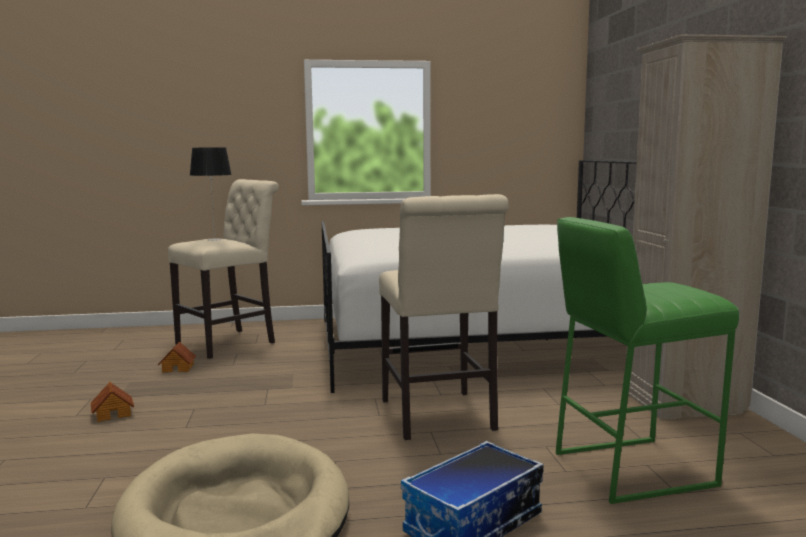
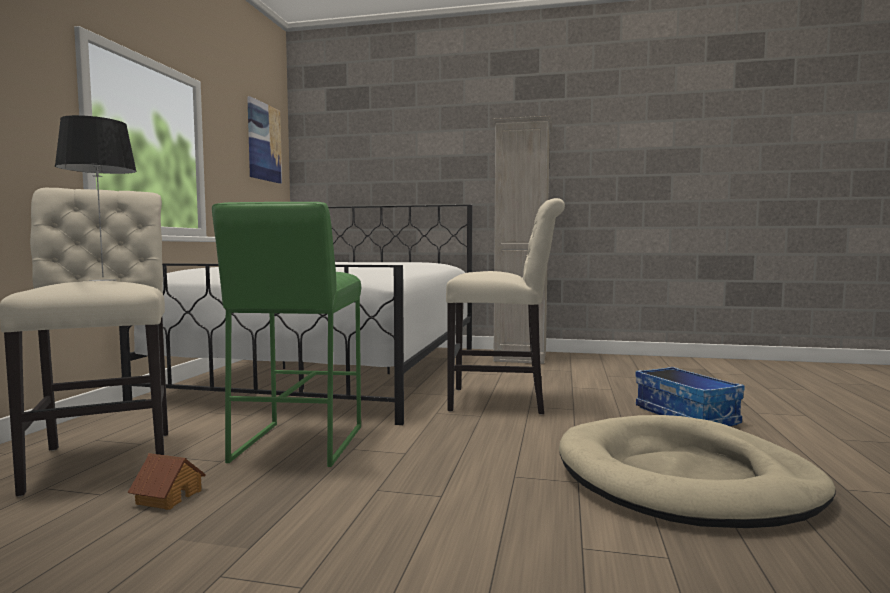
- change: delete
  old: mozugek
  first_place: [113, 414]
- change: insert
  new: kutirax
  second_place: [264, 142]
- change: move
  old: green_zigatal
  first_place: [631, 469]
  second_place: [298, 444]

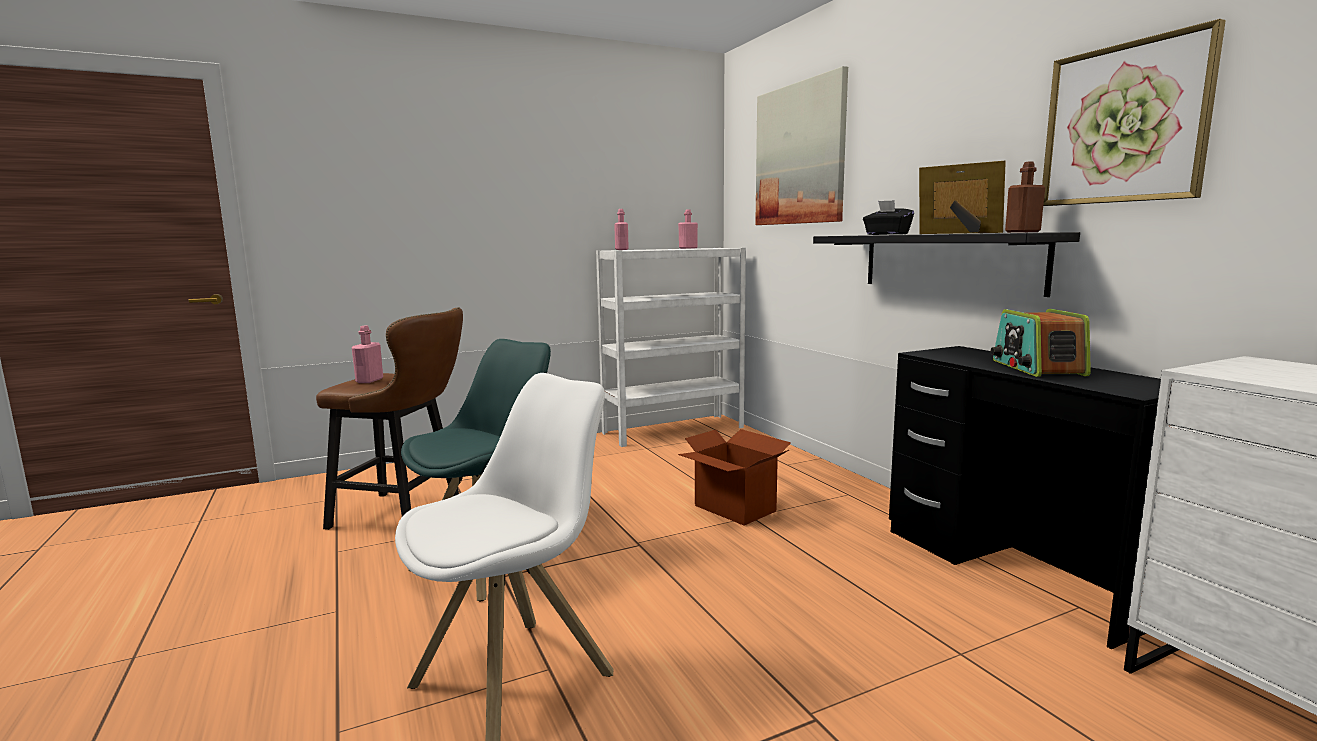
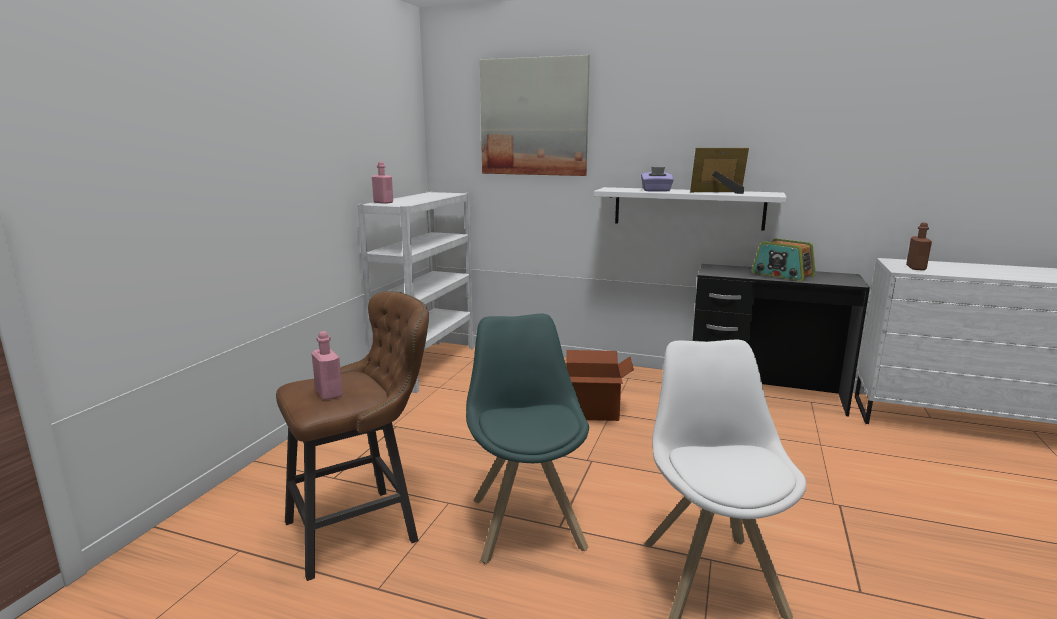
- change: delete
  old: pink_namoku
  first_place: [688, 248]
- change: delete
  old: kutirax
  first_place: [1124, 124]
- change: move
  old: brown_namoku
  first_place: [1022, 232]
  second_place: [916, 268]
- change: recolor
  old: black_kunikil
  new: white_kunikil
  first_place: [948, 262]
  second_place: [688, 208]
- change: recolor
  old: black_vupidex
  new: purple_vupidex
  first_place: [886, 234]
  second_place: [656, 190]

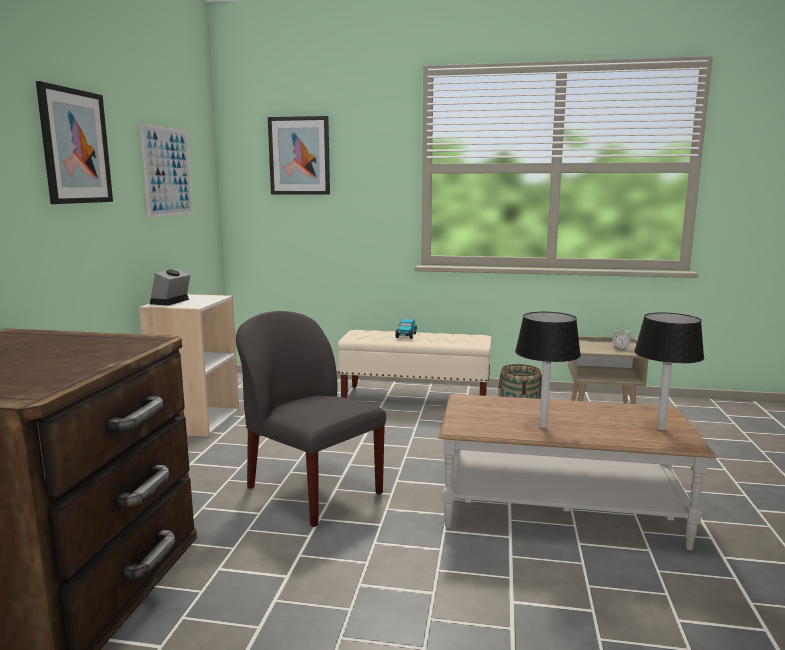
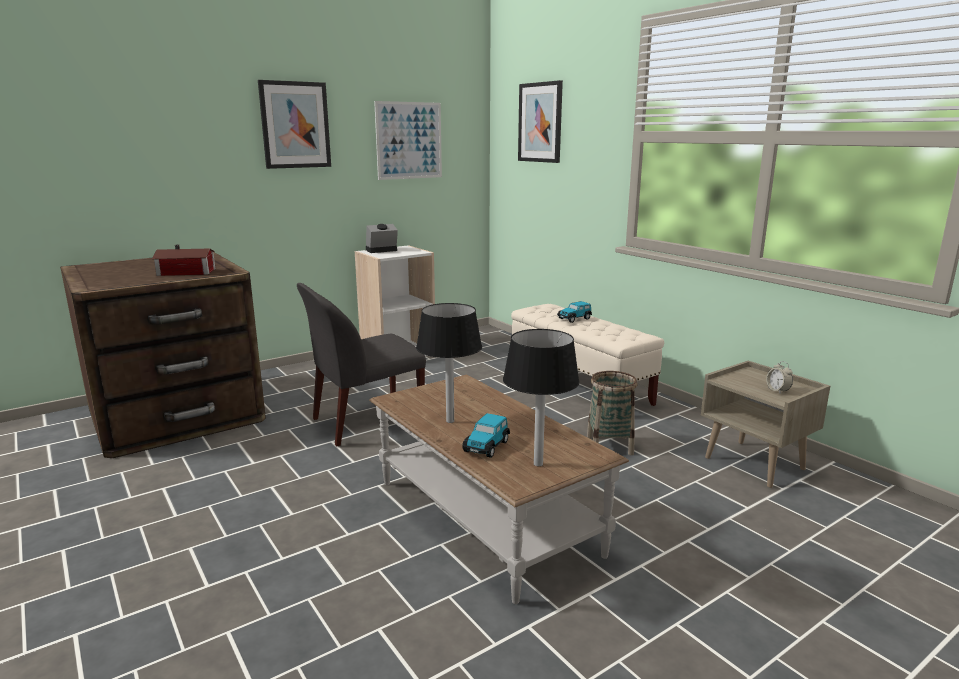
- change: insert
  new: mozugek
  second_place: [187, 272]
- change: insert
  new: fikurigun
  second_place: [486, 446]
- change: rotate
  old: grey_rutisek
  first_place: [311, 490]
  second_place: [365, 422]
  degrees: -120

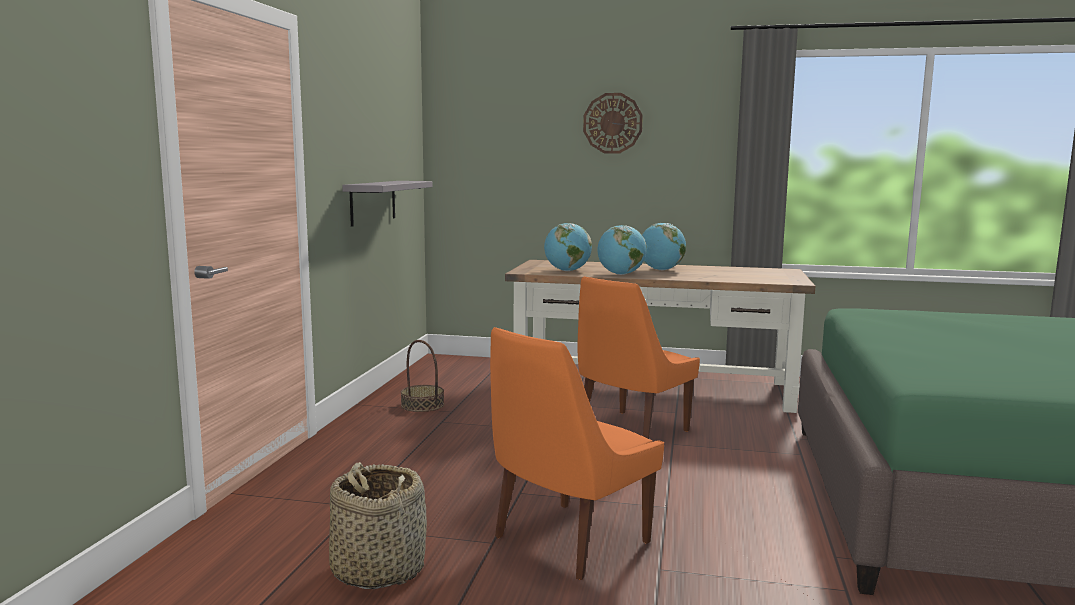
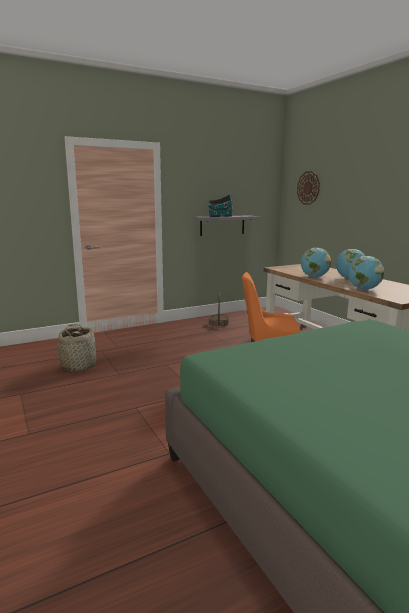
- change: delete
  old: orange_rutisek
  first_place: [567, 541]
- change: insert
  new: mozugek
  second_place: [219, 216]
- change: move
  old: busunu
  first_place: [567, 271]
  second_place: [363, 289]
- change: move
  old: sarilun
  first_place: [612, 123]
  second_place: [308, 188]

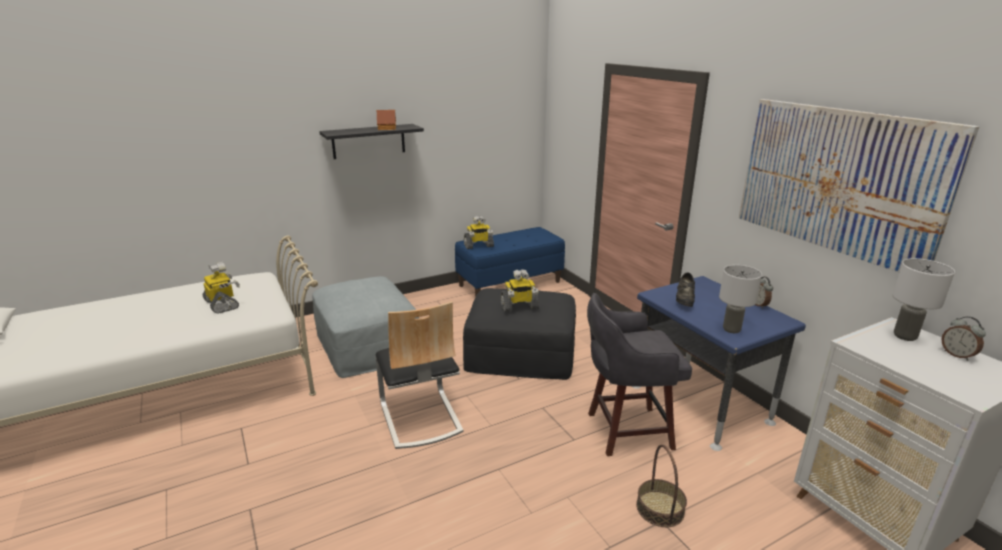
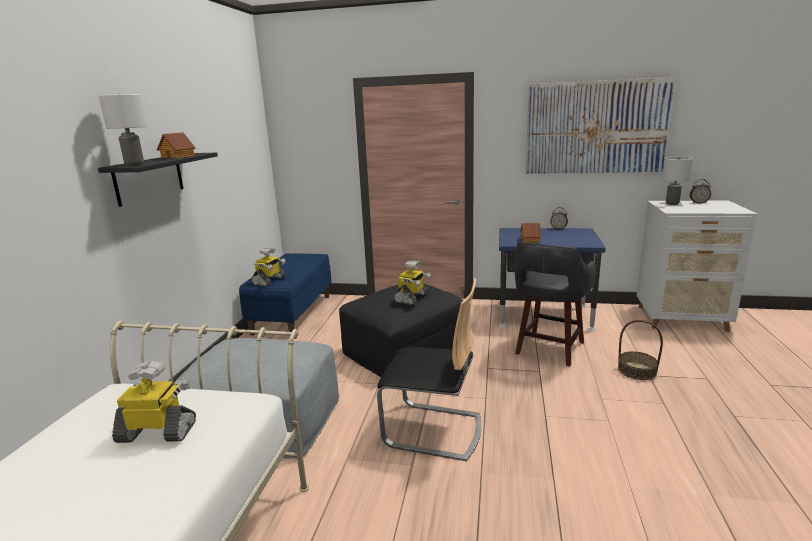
- change: move
  old: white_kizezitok
  first_place: [730, 330]
  second_place: [133, 164]
- change: replace
  old: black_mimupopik
  new: mozugek
  first_place: [684, 301]
  second_place: [529, 240]

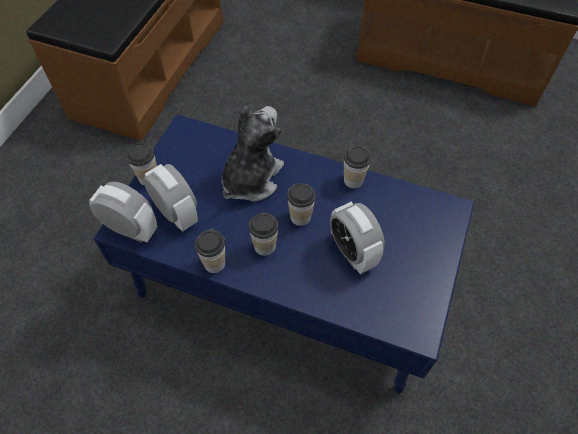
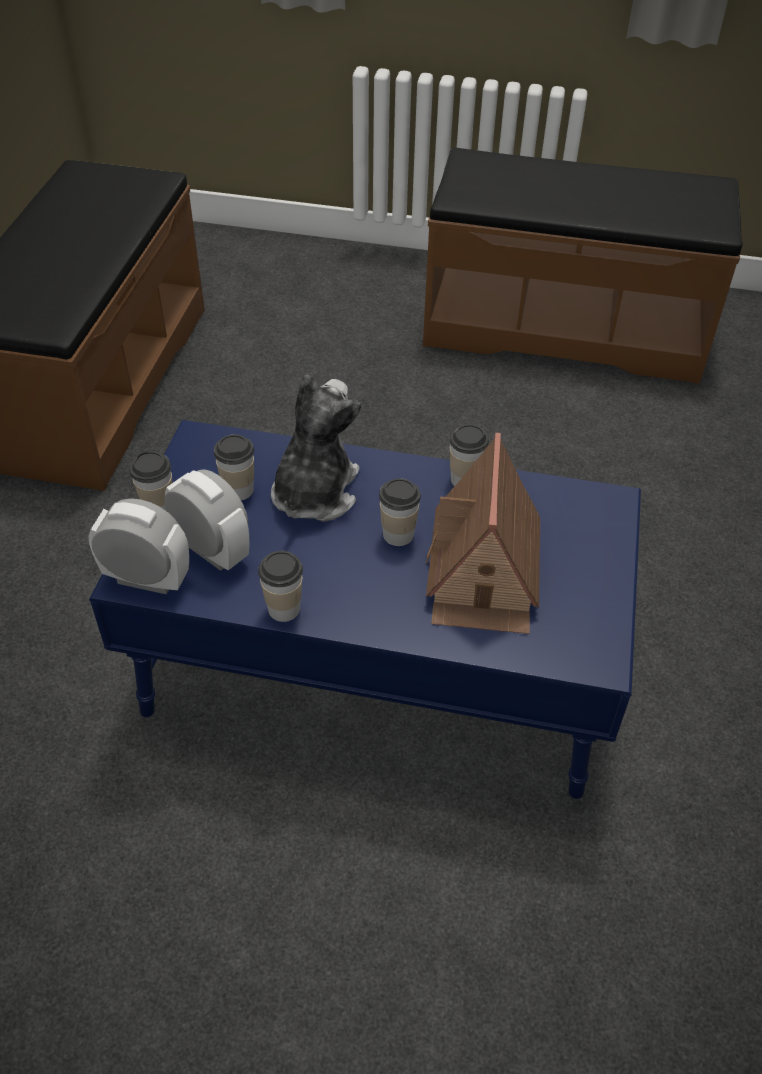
- change: move
  old: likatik
  first_place: [265, 246]
  second_place: [238, 490]
- change: replace
  old: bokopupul
  new: mozugek
  first_place: [352, 252]
  second_place: [483, 571]

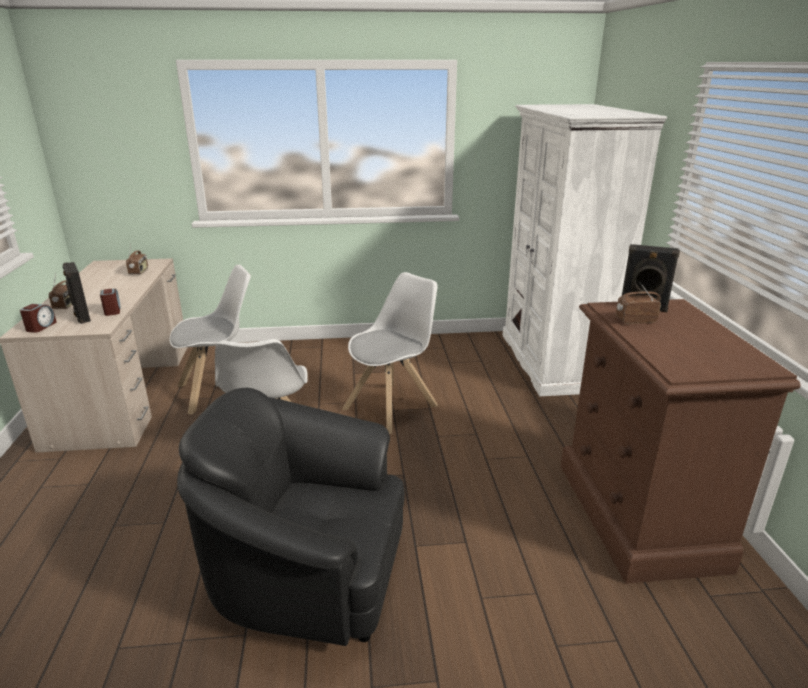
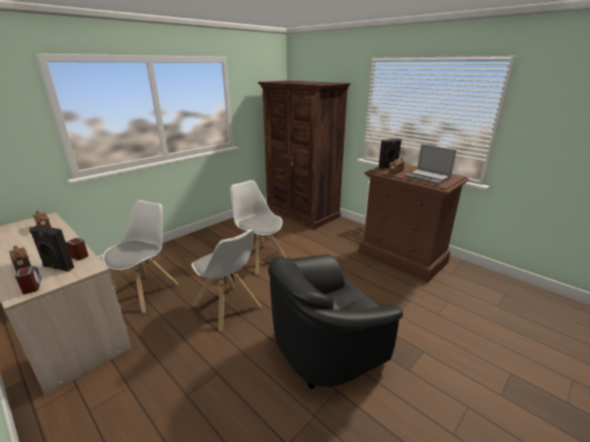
- change: insert
  new: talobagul
  second_place: [428, 177]
- change: recolor
  old: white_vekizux
  new: brown_vekizux
  first_place: [553, 361]
  second_place: [301, 212]
- change: rotate
  old: rutisek
  first_place: [392, 406]
  second_place: [259, 258]
  degrees: -45

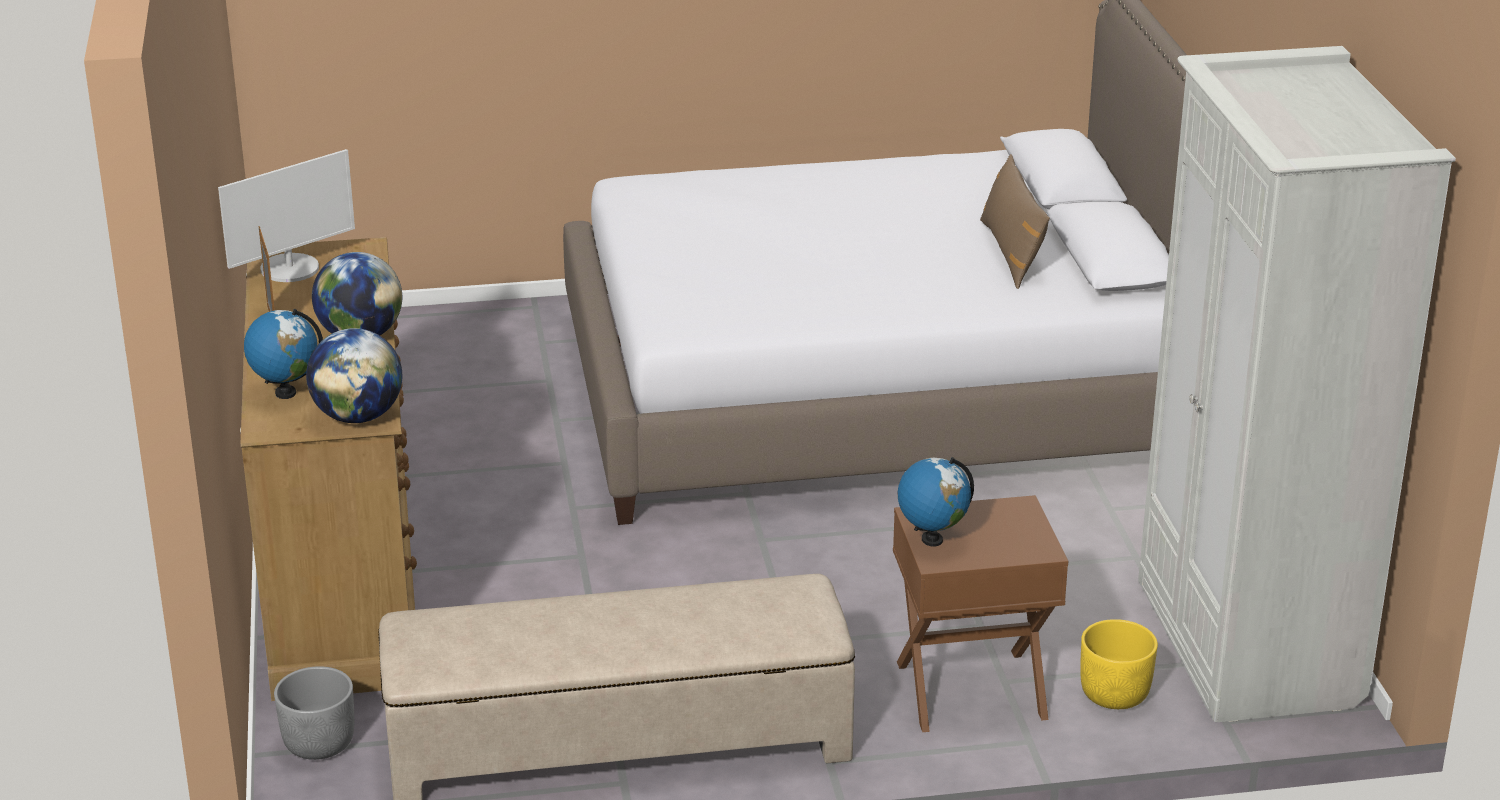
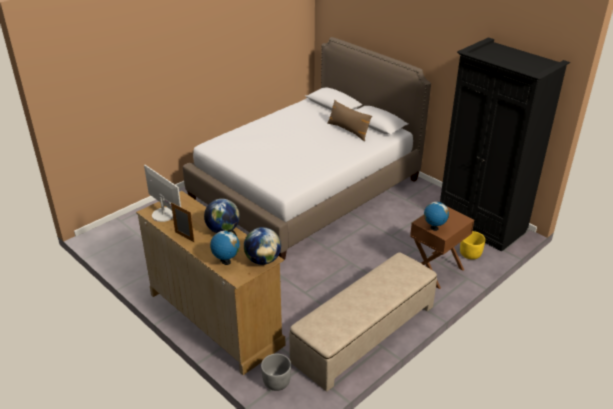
- change: recolor
  old: white_vekizux
  new: black_vekizux
  first_place: [1246, 642]
  second_place: [481, 225]
- change: rotate
  old: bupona
  first_place: [290, 269]
  second_place: [164, 214]
  degrees: -60

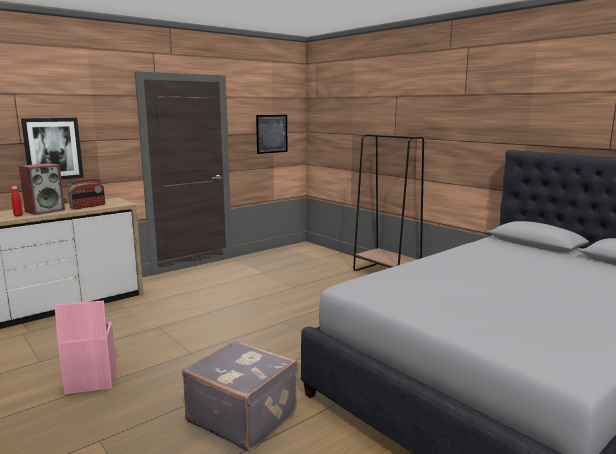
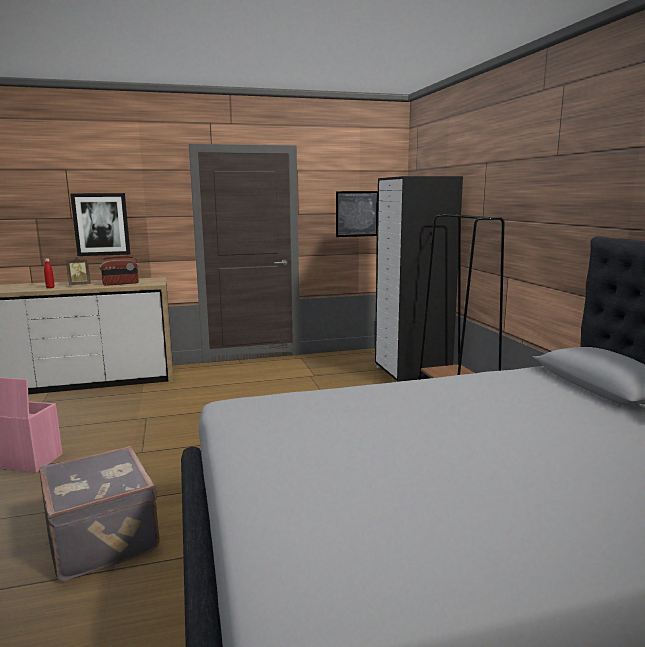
- change: insert
  new: vekizux
  second_place: [412, 374]
- change: replace
  old: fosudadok
  new: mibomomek
  first_place: [45, 211]
  second_place: [79, 285]

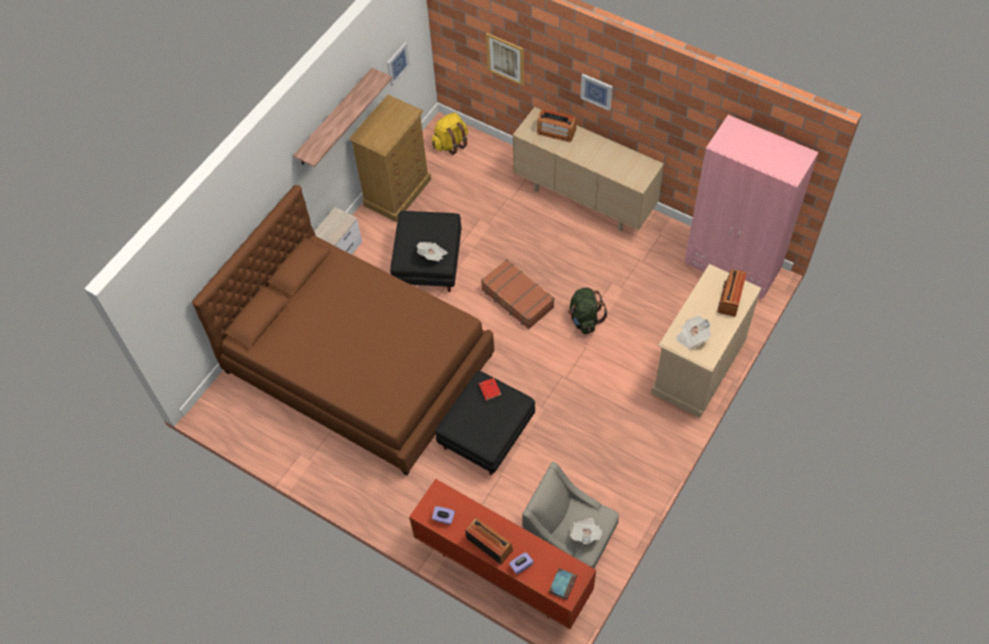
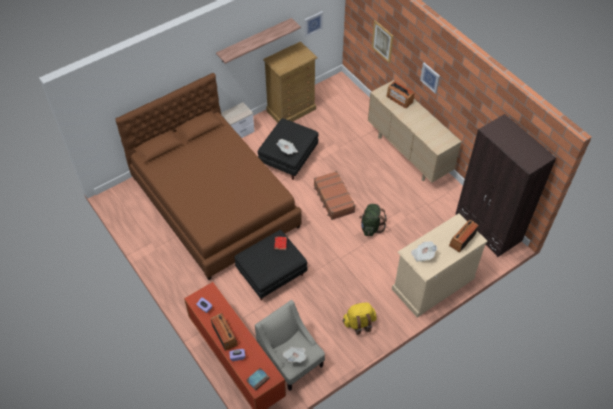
- change: move
  old: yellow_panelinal
  first_place: [451, 144]
  second_place: [359, 323]
- change: recolor
  old: pink_vekizux
  new: brown_vekizux
  first_place: [732, 268]
  second_place: [487, 230]

